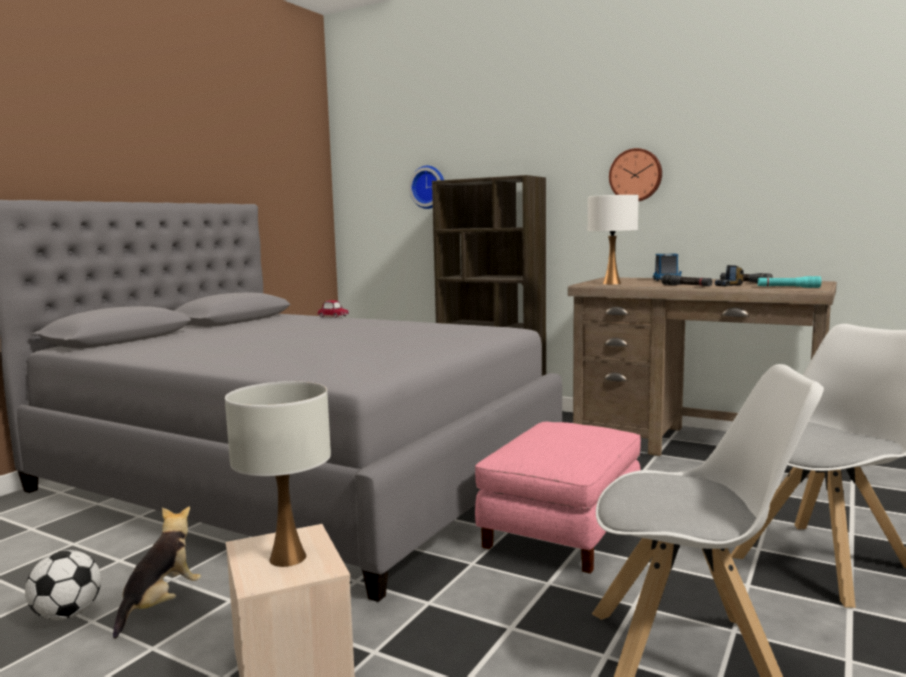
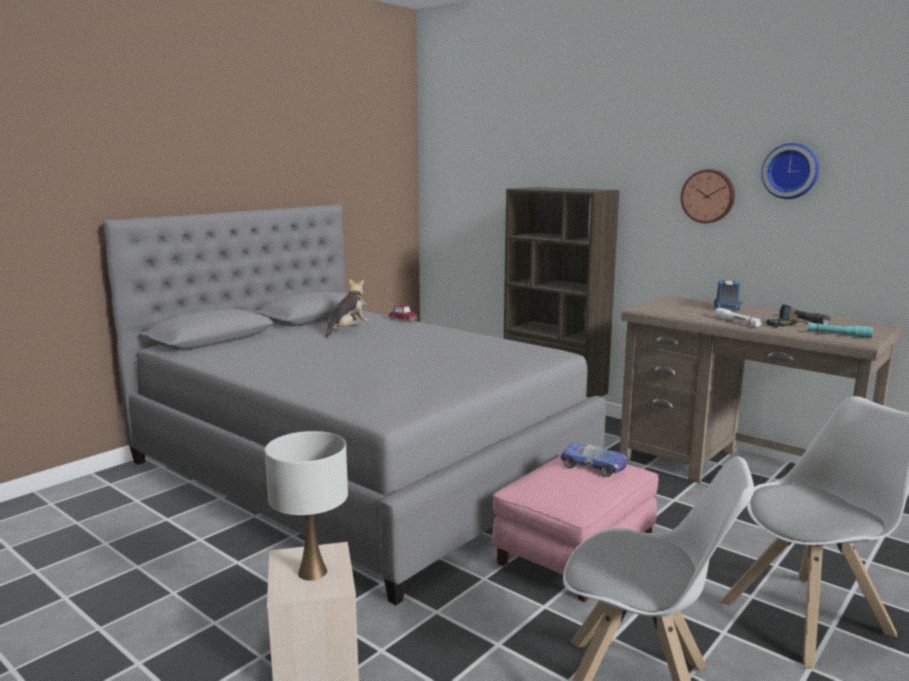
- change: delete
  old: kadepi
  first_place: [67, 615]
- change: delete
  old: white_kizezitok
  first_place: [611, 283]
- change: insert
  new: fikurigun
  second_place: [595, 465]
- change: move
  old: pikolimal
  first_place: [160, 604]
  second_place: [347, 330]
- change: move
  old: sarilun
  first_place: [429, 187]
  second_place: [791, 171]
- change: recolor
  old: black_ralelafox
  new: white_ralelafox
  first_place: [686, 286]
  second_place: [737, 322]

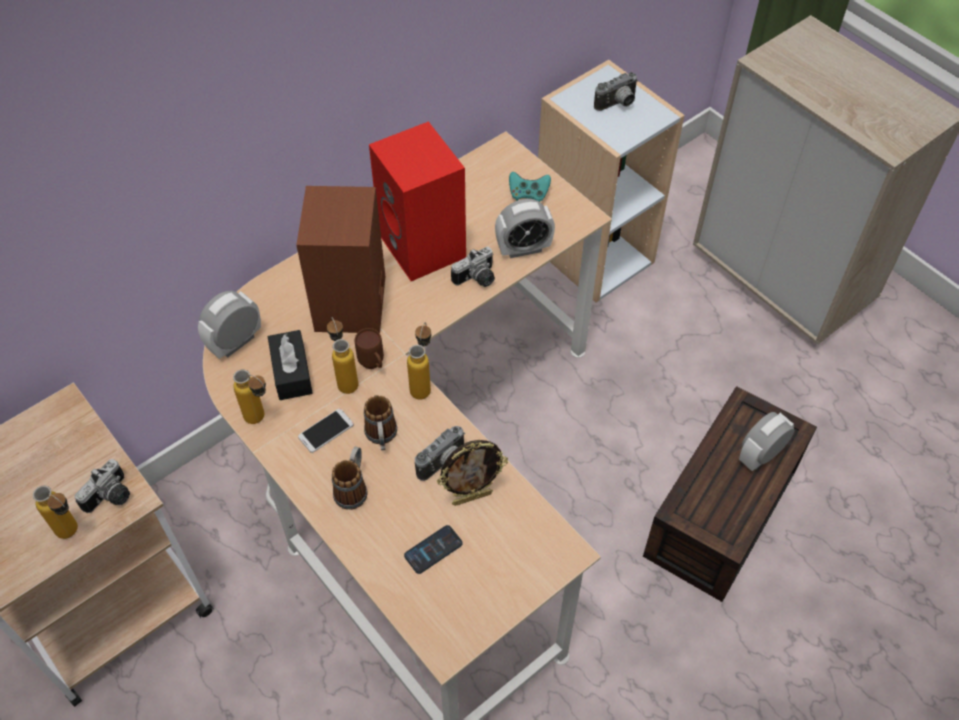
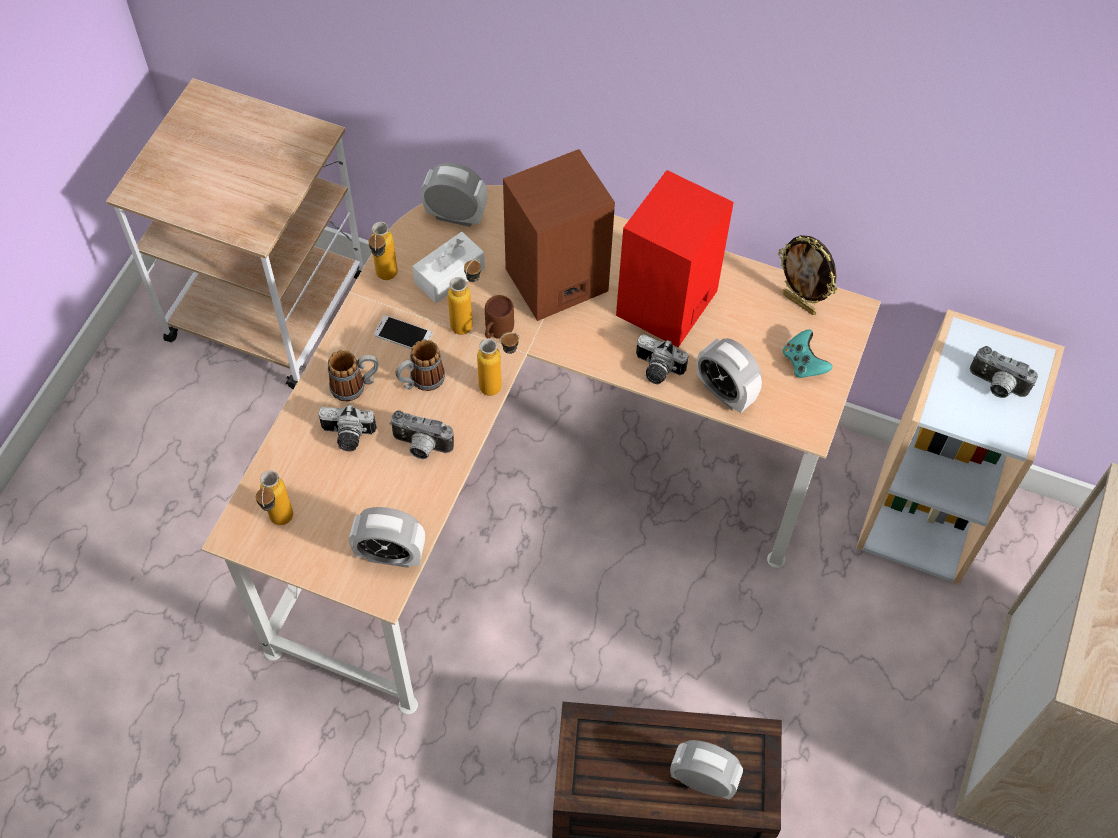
- change: delete
  old: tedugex
  first_place: [433, 550]
- change: insert
  new: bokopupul
  second_place: [390, 555]
- change: move
  old: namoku
  first_place: [74, 534]
  second_place: [280, 524]
- change: move
  old: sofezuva
  first_place: [111, 497]
  second_place: [347, 437]
- change: move
  old: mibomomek
  first_place: [472, 497]
  second_place: [799, 303]
- change: recolor
  old: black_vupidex
  new: white_vupidex
  first_place: [291, 372]
  second_place: [449, 275]

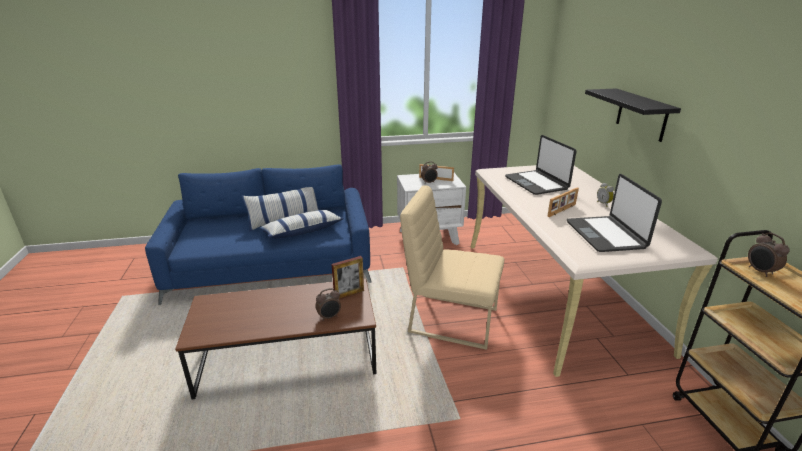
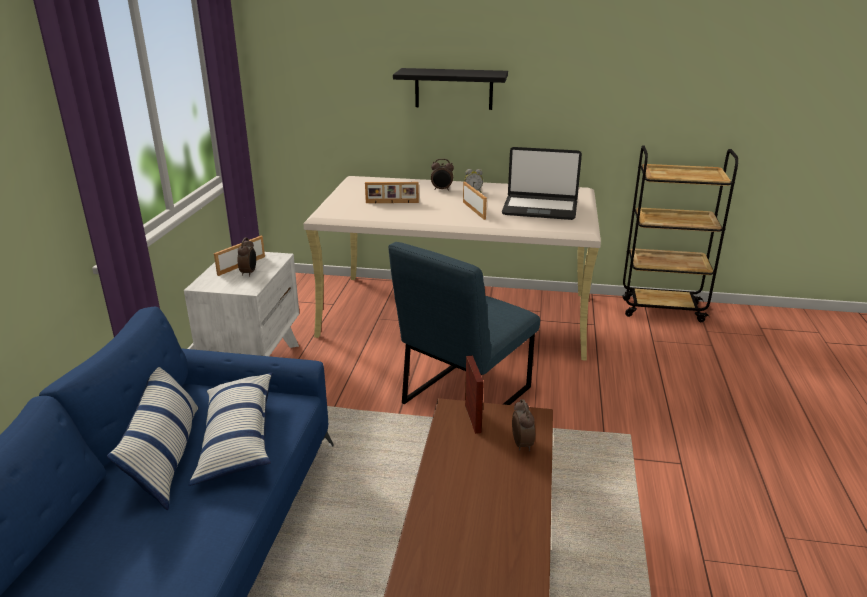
- change: move
  old: bokopupul
  first_place: [760, 271]
  second_place: [442, 189]
- change: replace
  old: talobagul
  new: mibomomek
  first_place: [536, 183]
  second_place: [392, 203]
- change: recolor
  old: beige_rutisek
  new: blue_rutisek
  first_place: [450, 319]
  second_place: [464, 396]

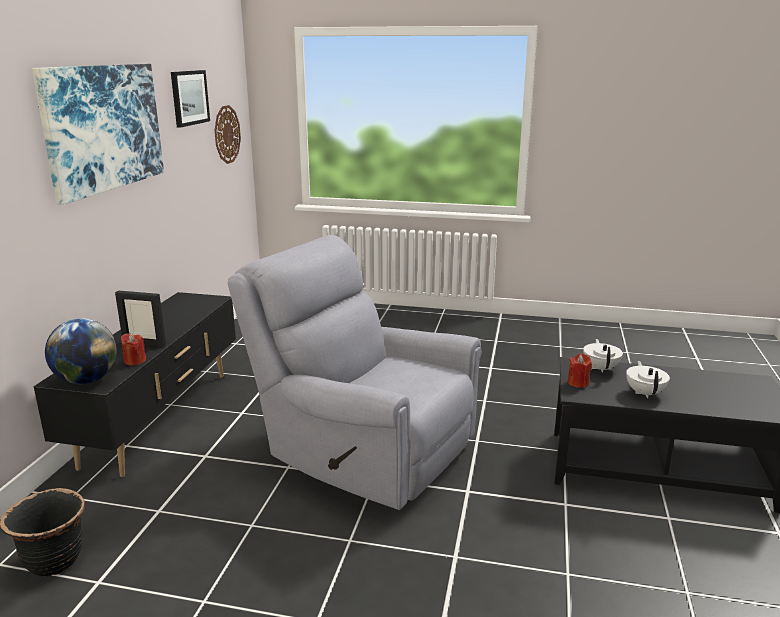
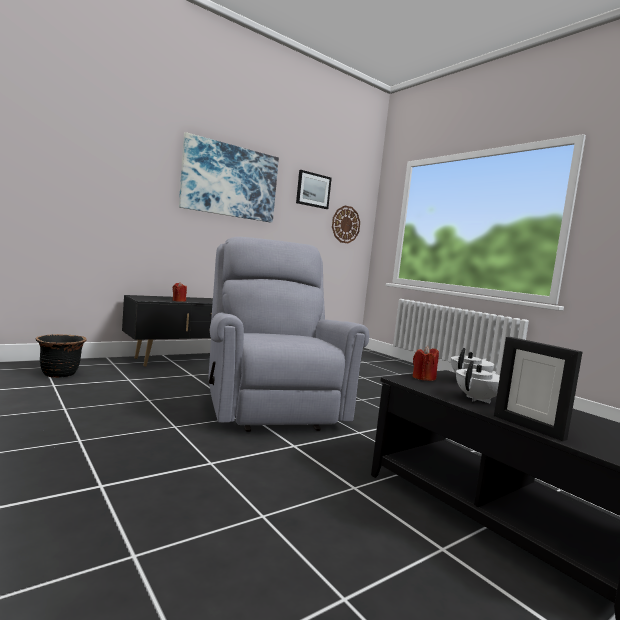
- change: delete
  old: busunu
  first_place: [86, 380]
- change: move
  old: mibomomek
  first_place: [145, 343]
  second_place: [529, 427]

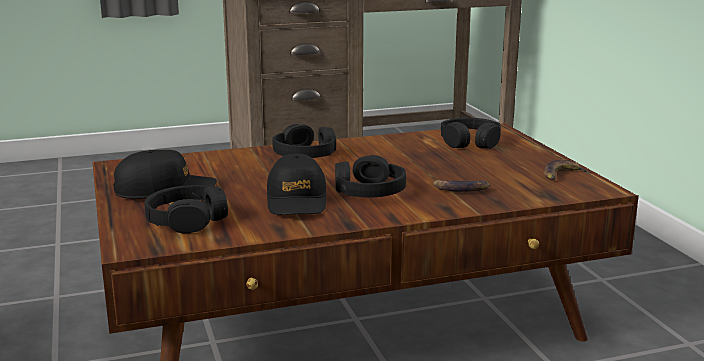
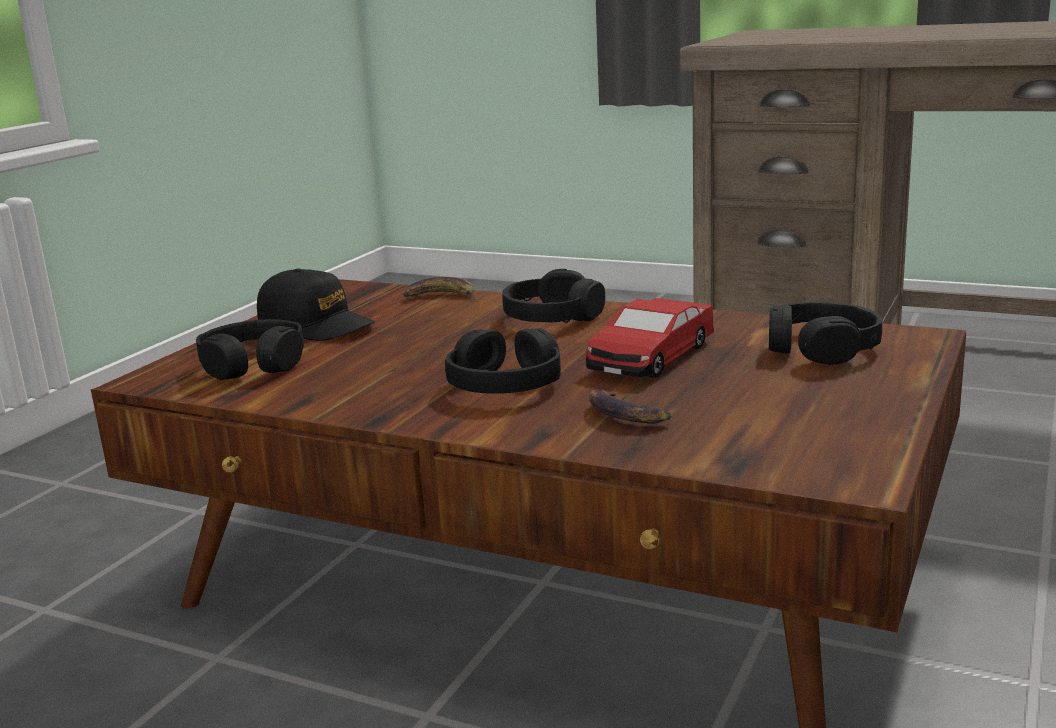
- change: delete
  old: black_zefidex
  first_place: [297, 200]
- change: insert
  new: fikurigun
  second_place: [651, 357]
- change: move
  old: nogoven
  first_place: [562, 175]
  second_place: [440, 296]

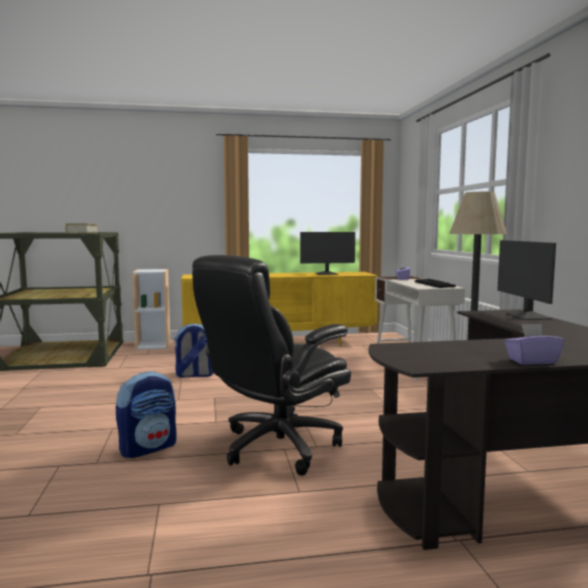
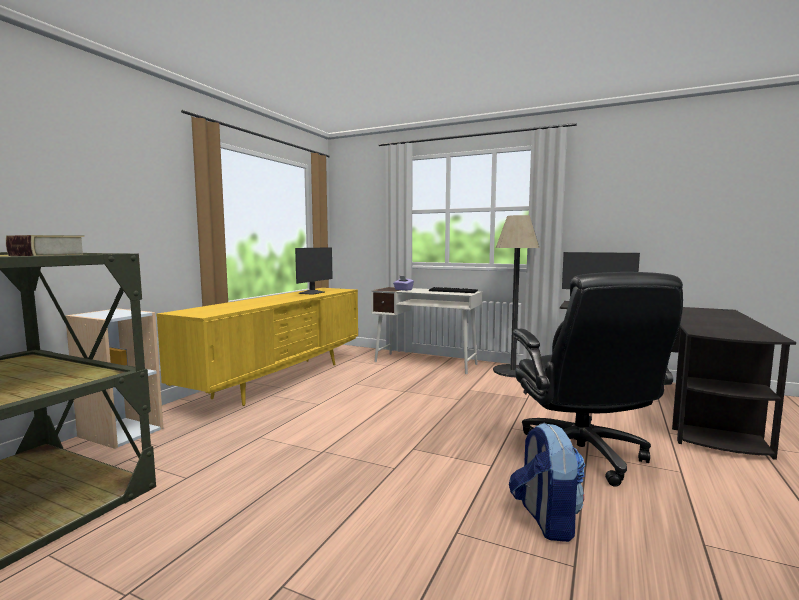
- change: delete
  old: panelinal
  first_place: [194, 375]
- change: delete
  old: purple_vupidex
  first_place: [532, 361]

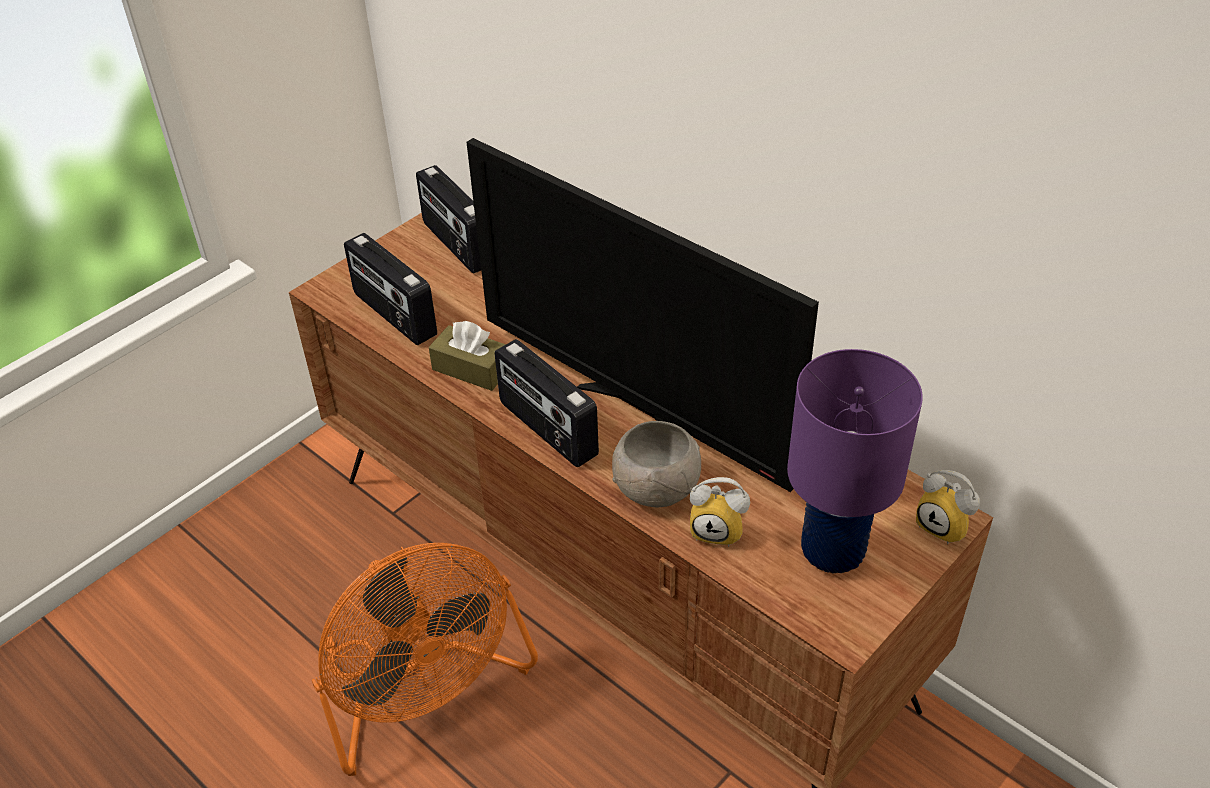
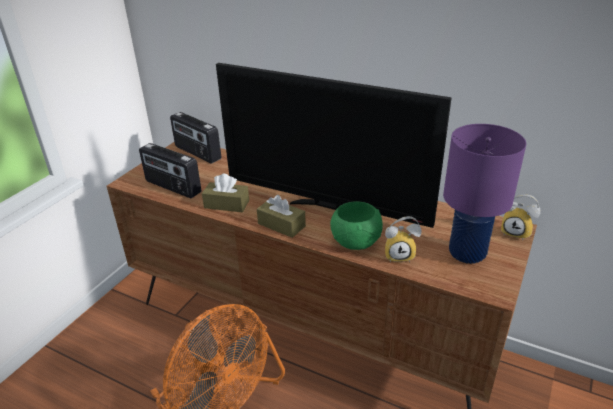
- change: replace
  old: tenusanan
  new: brown_vupidex
  first_place: [547, 430]
  second_place: [281, 225]
- change: recolor
  old: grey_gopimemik
  new: green_gopimemik
  first_place: [658, 488]
  second_place: [356, 241]

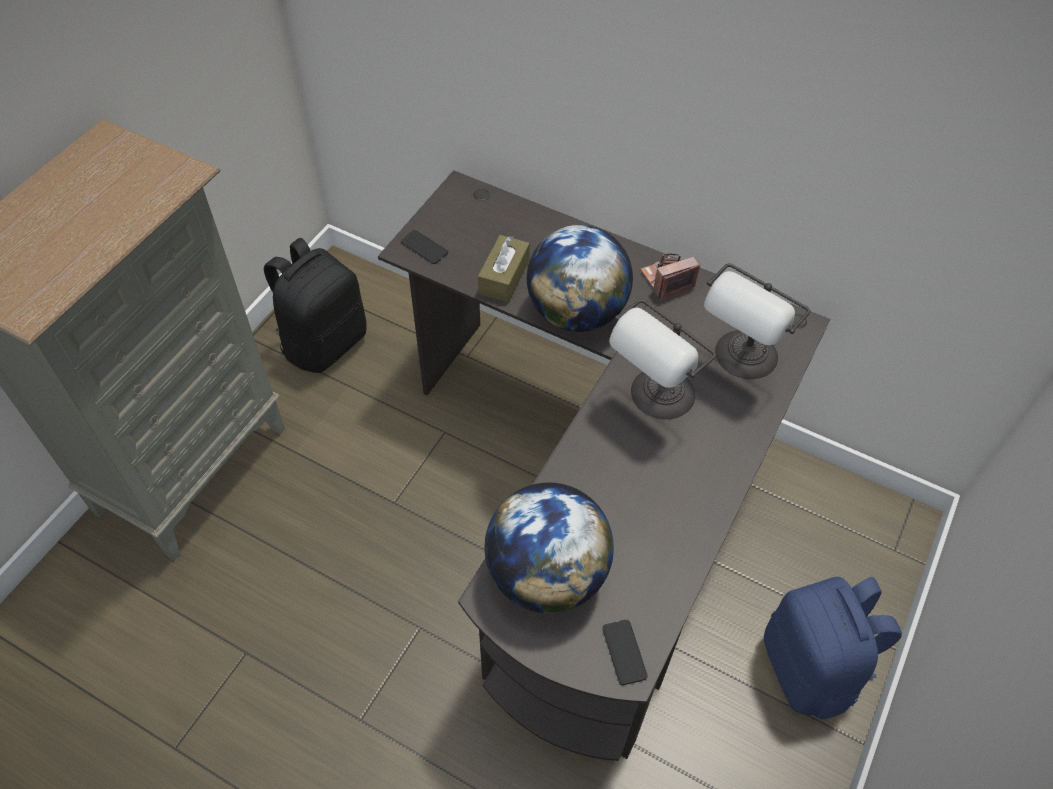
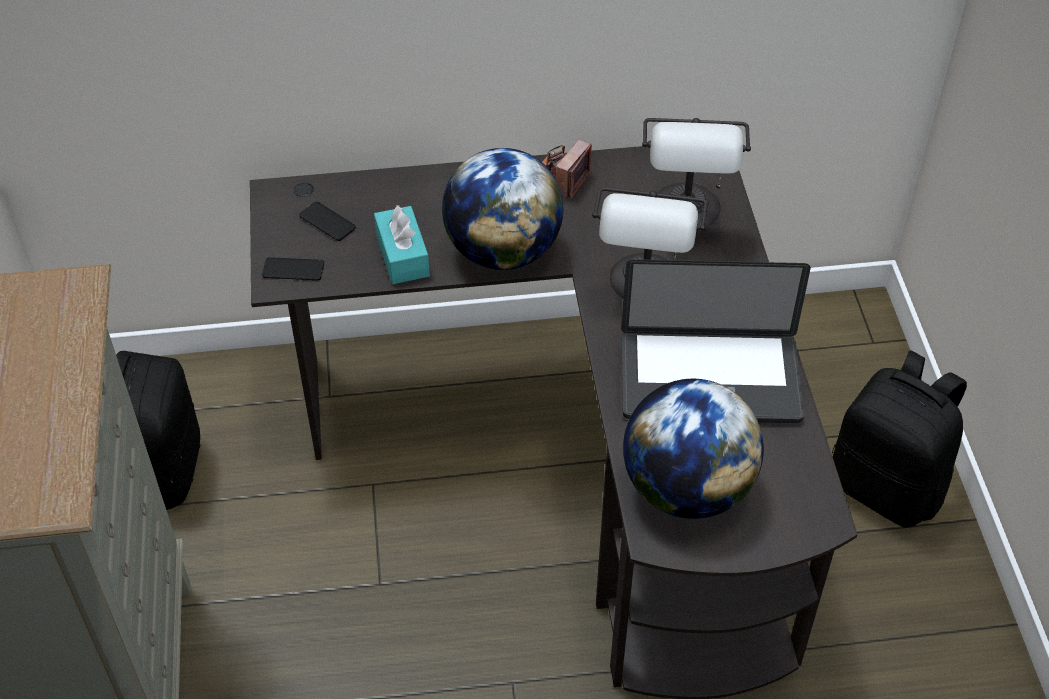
- change: insert
  new: talobagul
  second_place: [710, 379]
- change: move
  old: tedugex
  first_place: [624, 652]
  second_place: [327, 222]
- change: recolor
  old: brown_vupidex
  new: turquoise_vupidex
  first_place: [504, 277]
  second_place: [402, 255]
- change: recolor
  old: blue_panelinal
  new: black_panelinal
  first_place: [810, 669]
  second_place: [887, 486]

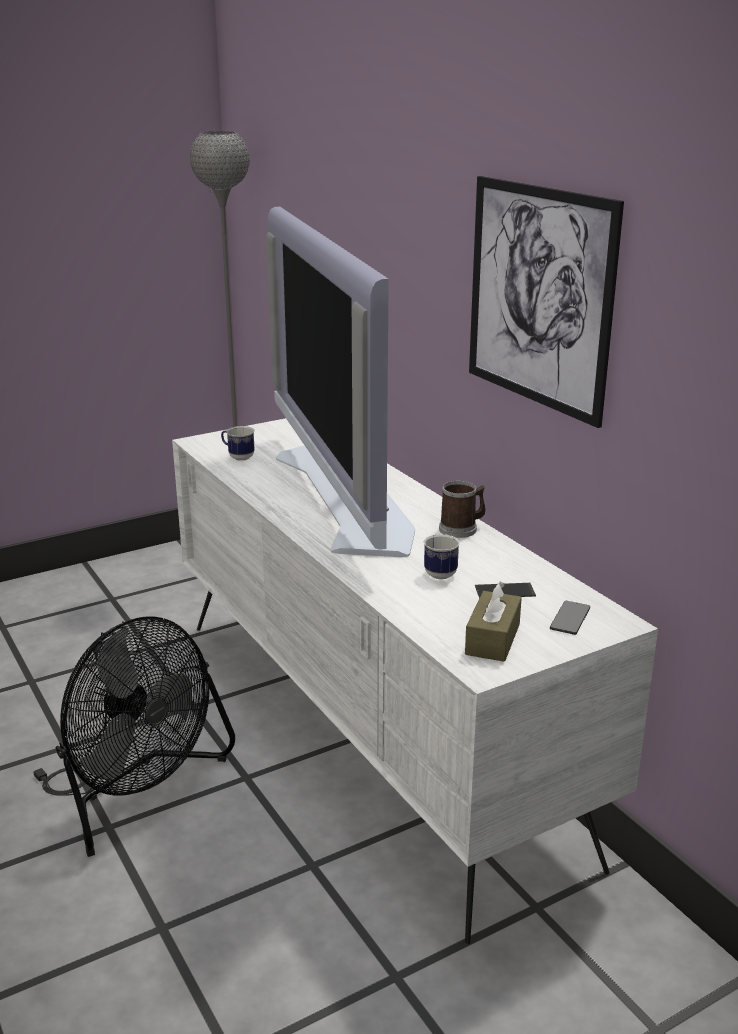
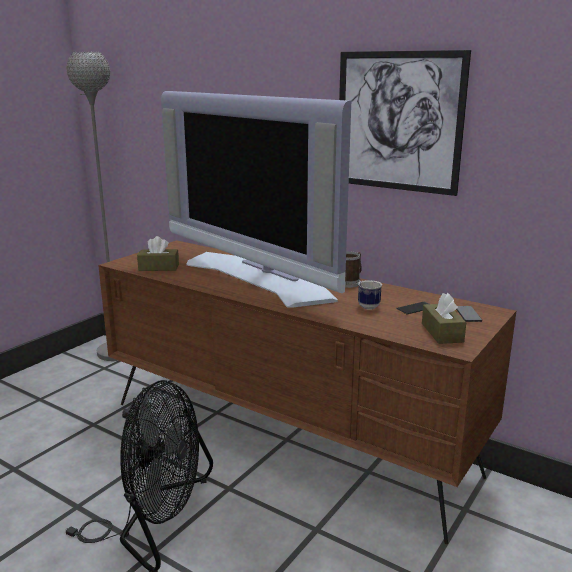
- change: replace
  old: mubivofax
  new: brown_vupidex
  first_place: [238, 457]
  second_place: [159, 267]
- change: recolor
  old: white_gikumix
  new: brown_gikumix
  first_place: [371, 731]
  second_place: [287, 437]

